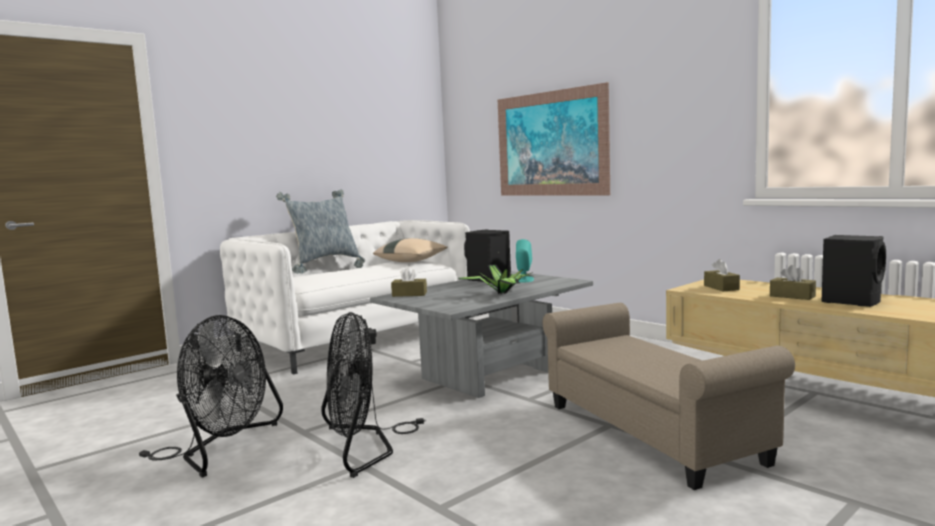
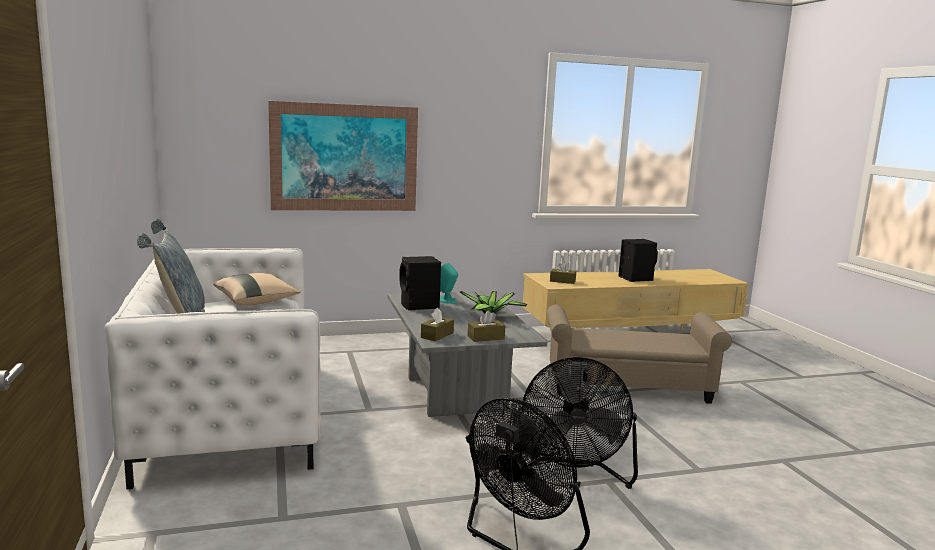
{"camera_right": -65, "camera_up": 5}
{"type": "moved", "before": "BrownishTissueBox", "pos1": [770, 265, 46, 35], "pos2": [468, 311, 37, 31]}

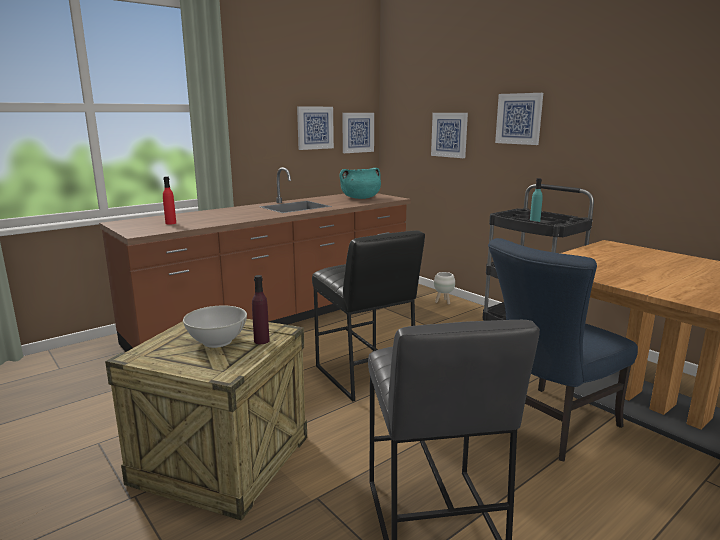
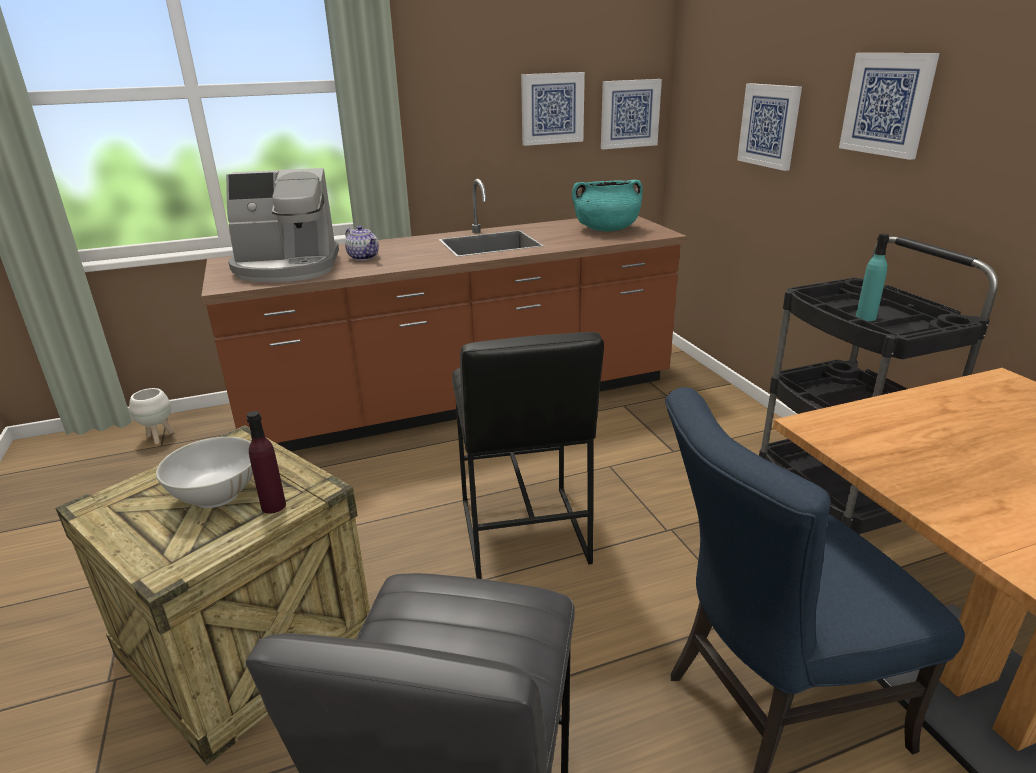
{"camera_right": 20, "camera_up": 10}
{"type": "moved", "before": "WhitePlanter", "pos1": [434, 272, 21, 32], "pos2": [129, 388, 45, 56]}
{"type": "replaced", "before": "RedDrinkBottle", "after": "CoffeeMachine", "pos1": [163, 176, 13, 49], "pos2": [226, 168, 113, 114]}
{"type": "added", "after": "PotForTea", "pos2": [345, 226, 34, 34]}

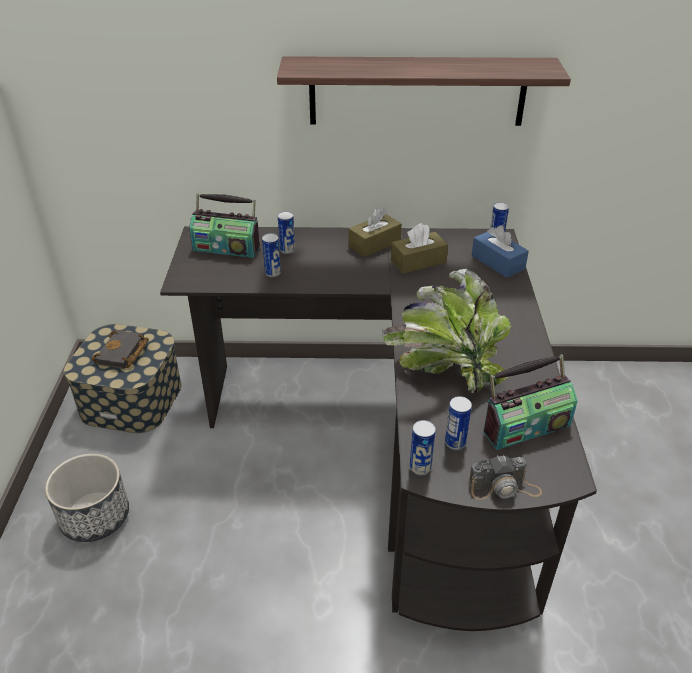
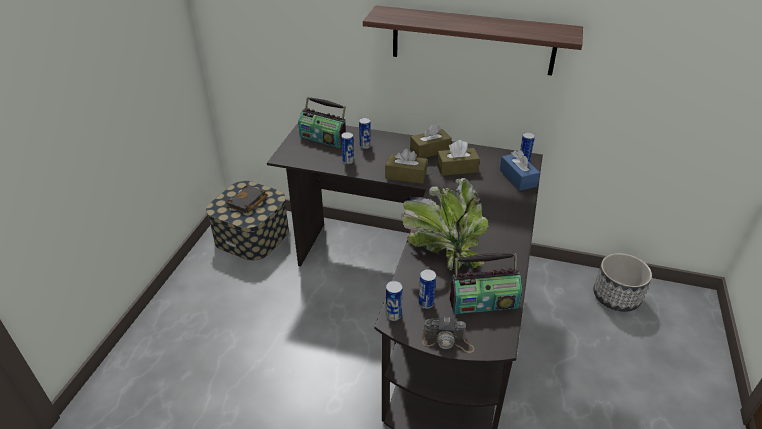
{"camera_right": 15, "camera_up": 0}
{"type": "added", "after": "BrownishTissueBox", "pos2": [385, 149, 42, 35]}
{"type": "moved", "before": "Planter", "pos1": [45, 453, 84, 89], "pos2": [593, 253, 59, 59]}

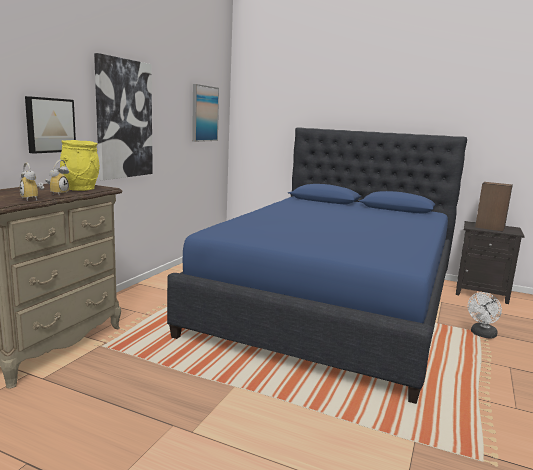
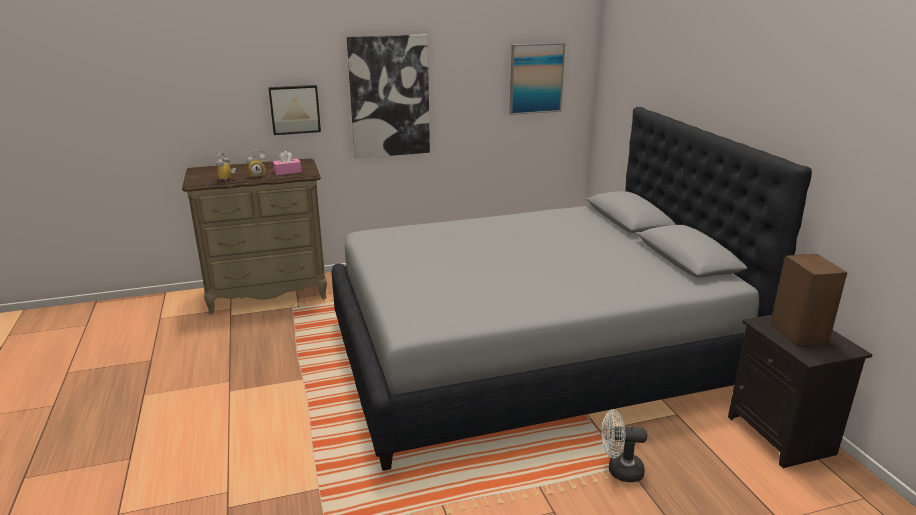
{"camera_right": 50, "camera_up": 10}
{"type": "replaced", "before": "YellowVase", "after": "PinkishTissueBox", "pos1": [60, 140, 40, 51], "pos2": [273, 151, 29, 24]}
{"type": "recoloured", "before": "BlueColouredBed", "after": "GreyishBed", "pos1": [167, 127, 300, 277], "pos2": [331, 107, 481, 364]}

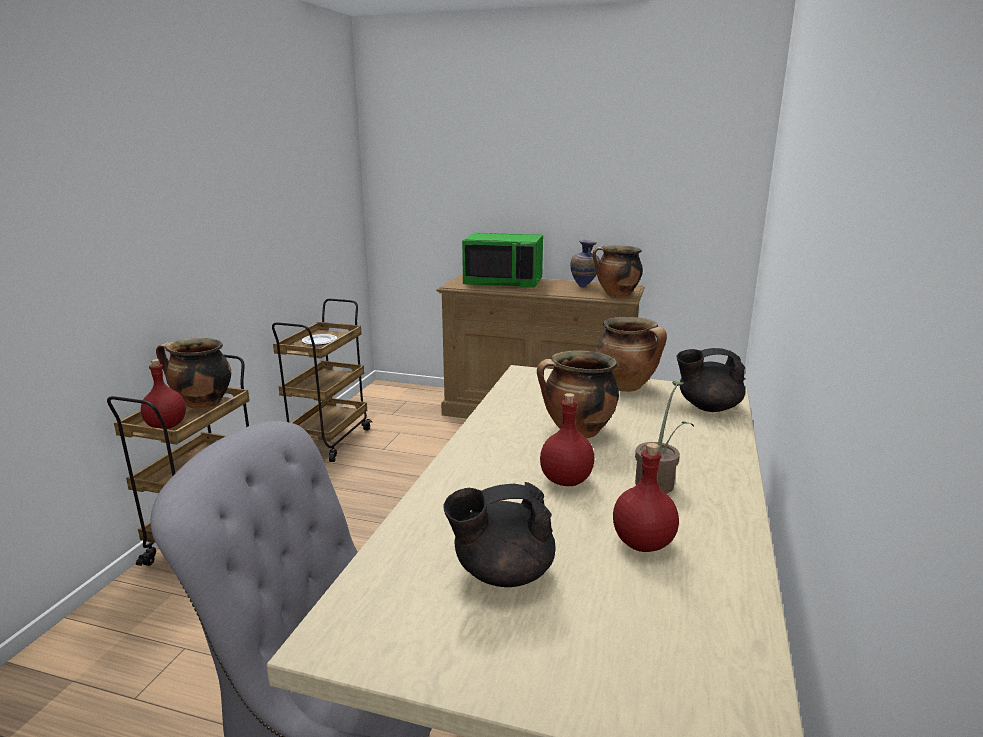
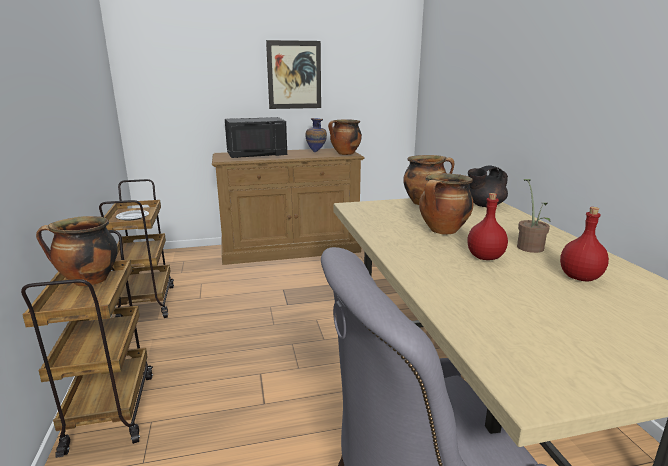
{"camera_right": -30, "camera_up": 0}
{"type": "recoloured", "before": "GreenColouredKitchenMicrowave", "after": "BlackKitchenMicrowave", "pos1": [462, 233, 81, 55], "pos2": [225, 117, 62, 41]}
{"type": "added", "after": "WallArt", "pos2": [266, 40, 55, 69]}
{"type": "removed", "before": "RedDrinkBottle", "pos1": [141, 359, 45, 70]}
{"type": "removed", "before": "BlackPotForTea", "pos1": [443, 482, 113, 105]}

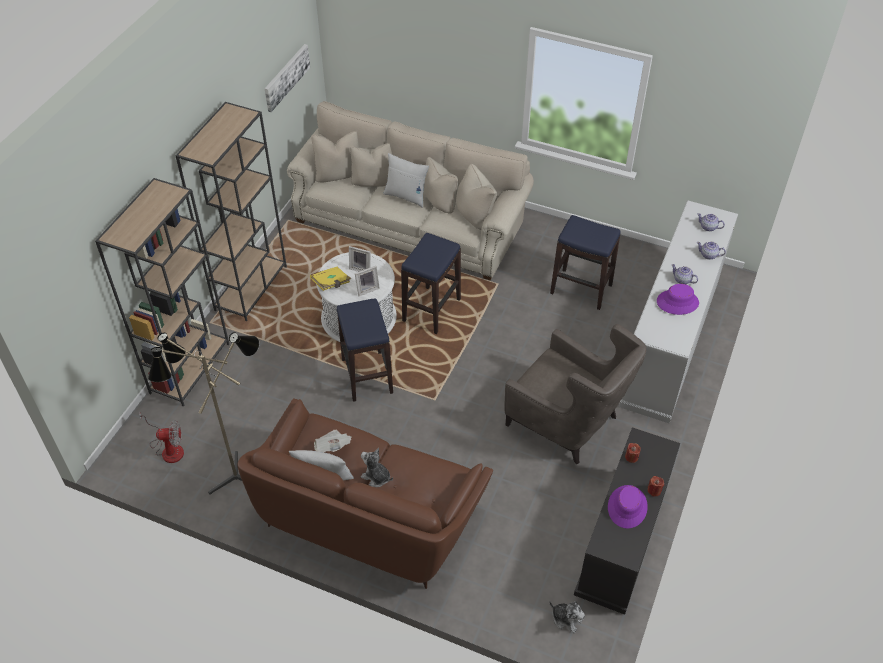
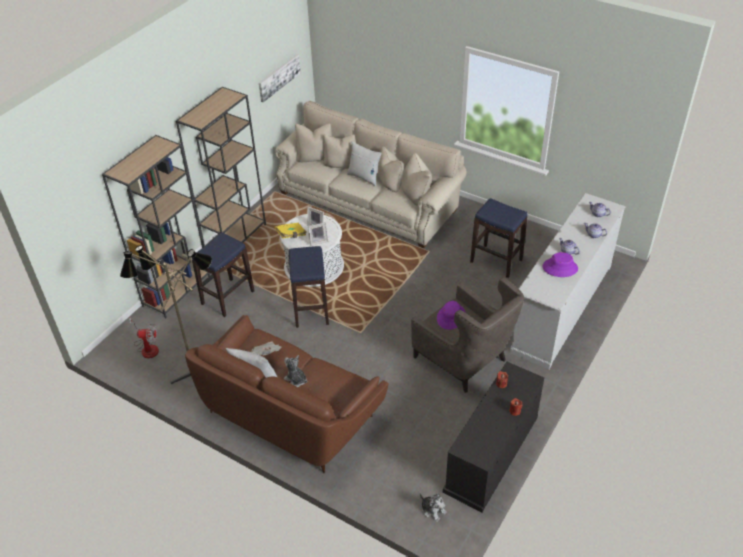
{"camera_right": 10, "camera_up": -5}
{"type": "moved", "before": "Stool", "pos1": [401, 233, 60, 101], "pos2": [192, 233, 62, 84]}
{"type": "moved", "before": "PurpleColouredWearableHat", "pos1": [608, 485, 40, 43], "pos2": [437, 301, 29, 29]}

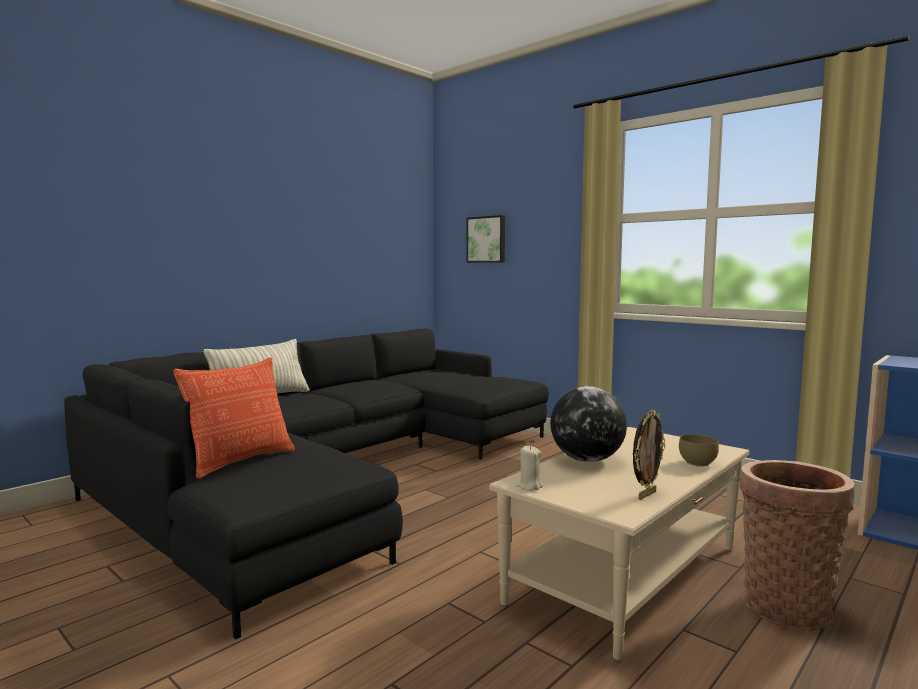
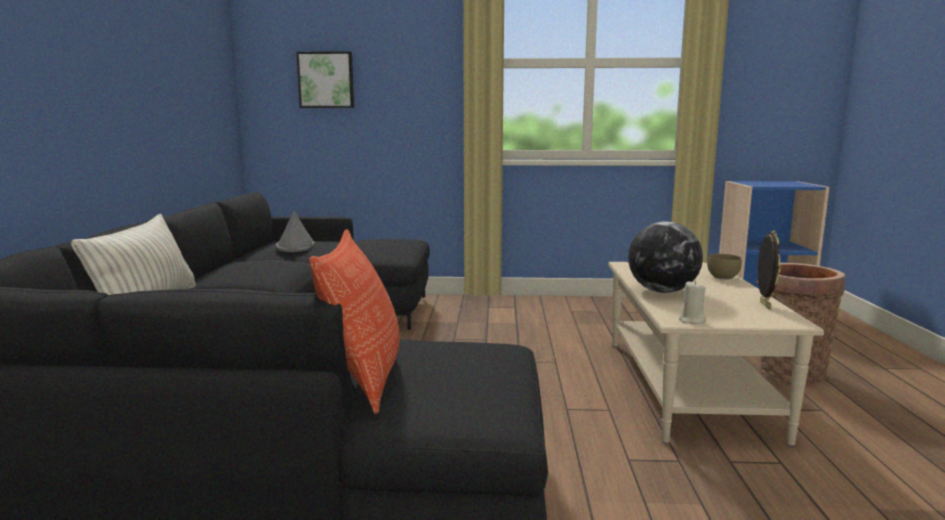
{"camera_right": -40, "camera_up": 5}
{"type": "added", "after": "GreyishWearableHat", "pos2": [276, 211, 39, 41]}

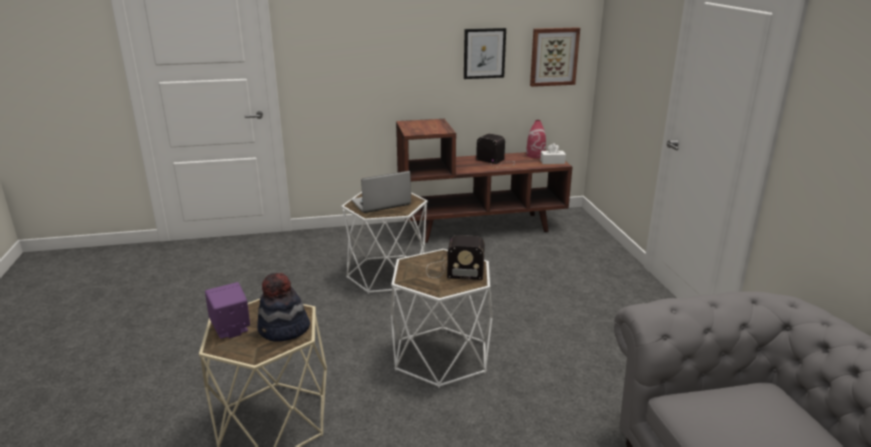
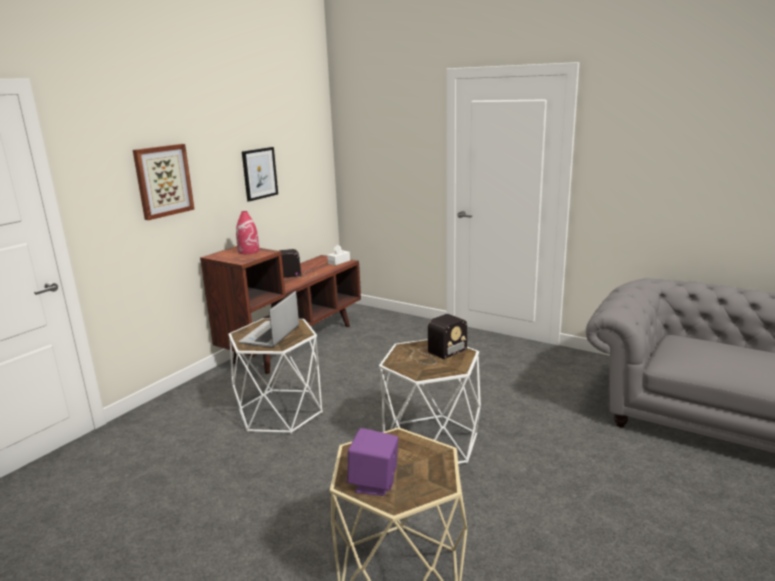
{"camera_right": -45, "camera_up": -5}
{"type": "moved", "before": "WallArt", "pos1": [530, 27, 50, 60], "pos2": [133, 144, 62, 76]}
{"type": "moved", "before": "RedVase", "pos1": [526, 120, 20, 38], "pos2": [236, 211, 24, 43]}
{"type": "removed", "before": "WearableHat", "pos1": [257, 273, 53, 69]}

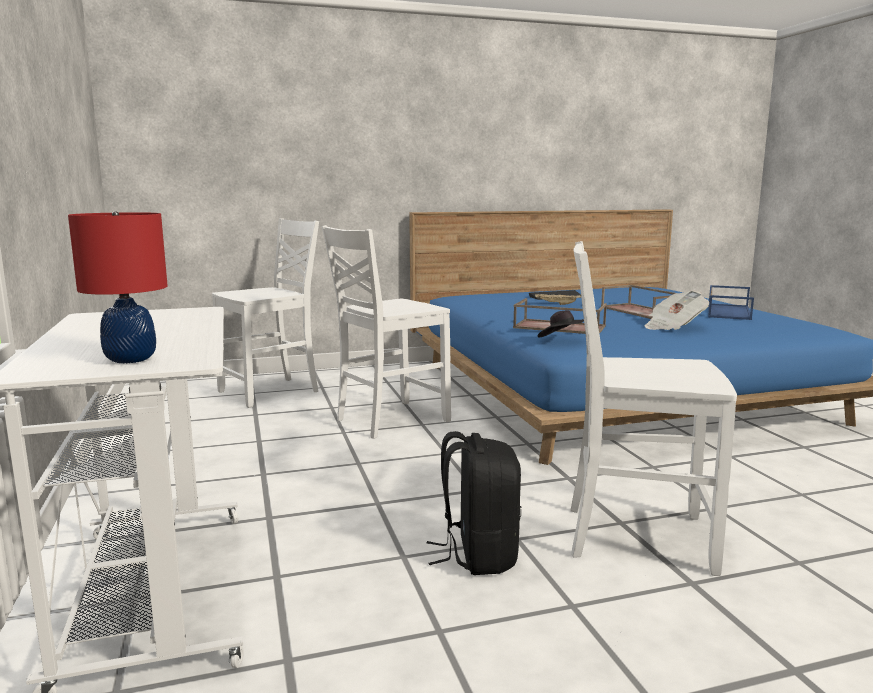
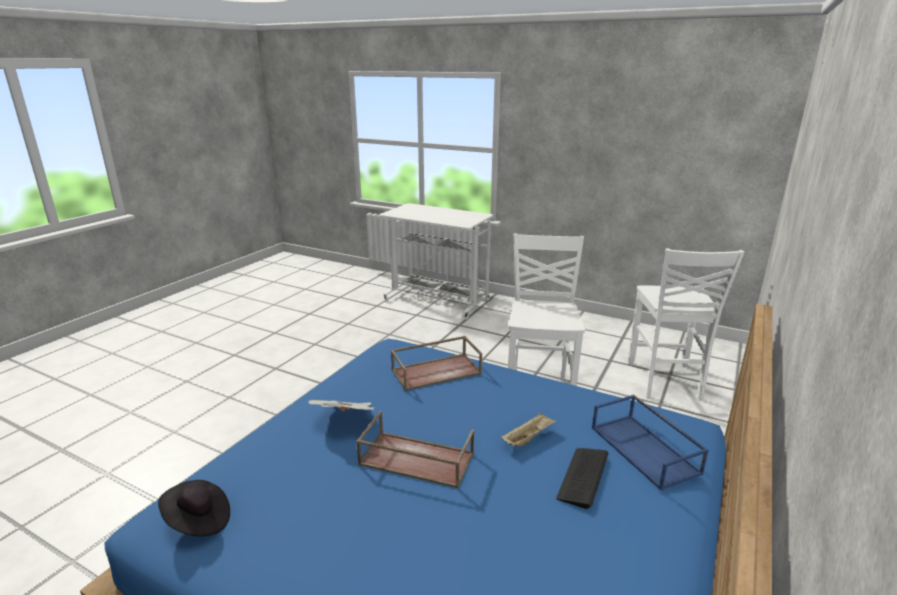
{"camera_right": 135, "camera_up": 10}
{"type": "moved", "before": "BlackWearableHat", "pos1": [538, 310, 46, 27], "pos2": [158, 480, 72, 56]}
{"type": "moved", "before": "BlueColouredCarryingTray", "pos1": [708, 285, 46, 35], "pos2": [592, 394, 117, 96]}
{"type": "removed", "before": "RedTabletopLamp", "pos1": [68, 211, 100, 152]}
{"type": "removed", "before": "BlackBackpack", "pos1": [426, 431, 95, 144]}
{"type": "removed", "before": "WhiteChair", "pos1": [570, 241, 167, 335]}

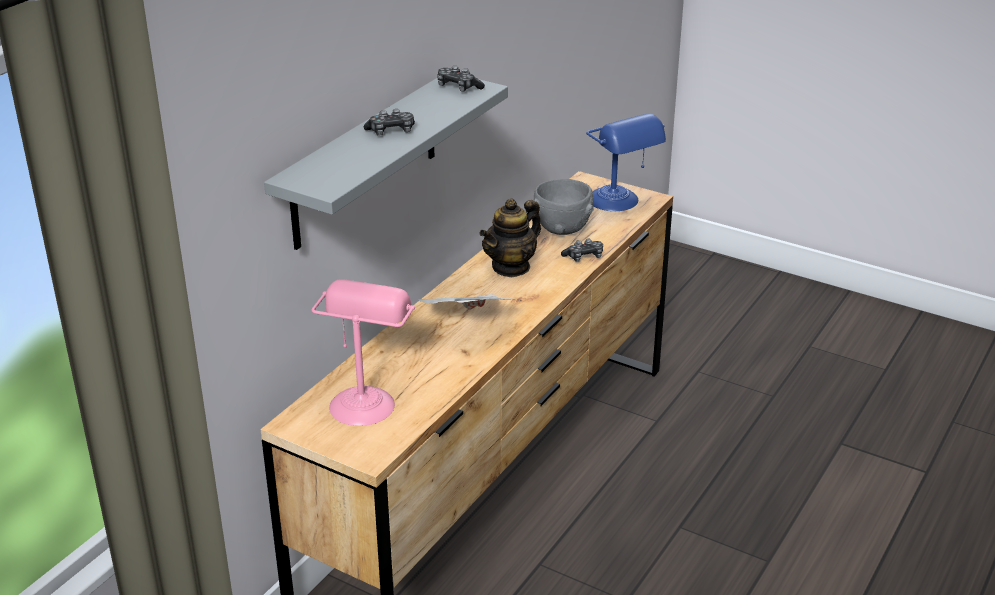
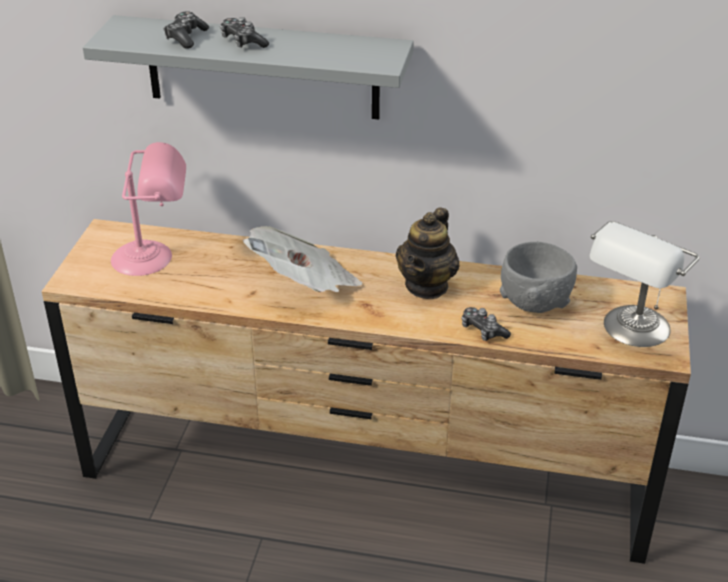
{"camera_right": 70, "camera_up": 5}
{"type": "moved", "before": "GameController", "pos1": [437, 66, 48, 26], "pos2": [163, 12, 46, 37]}
{"type": "turned", "before": "PotForTea", "pos1": [479, 198, 62, 79], "pos2": [396, 207, 64, 92], "turn": -90}
{"type": "recoloured", "before": "BlueColouredTabletopLamp", "after": "WhiteTabletopLamp", "pos1": [586, 113, 80, 98], "pos2": [590, 221, 110, 126]}

